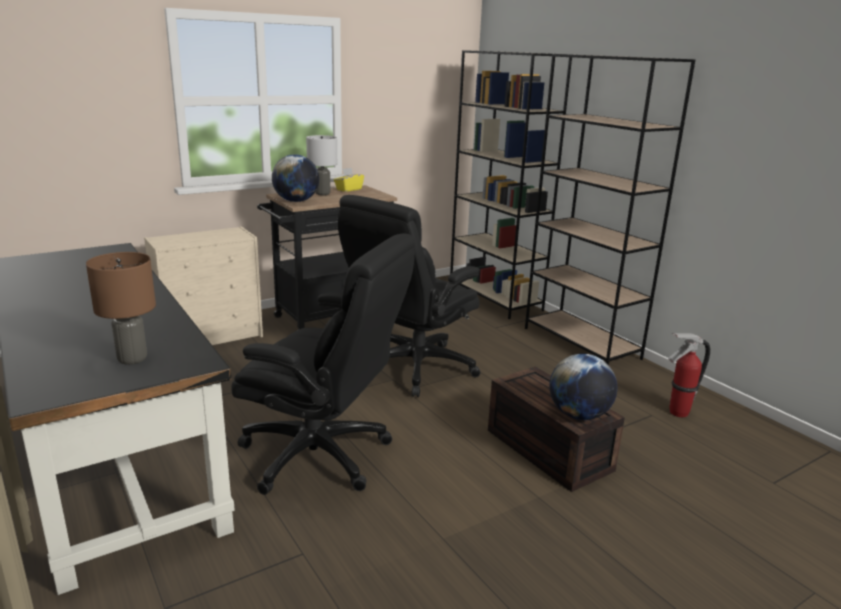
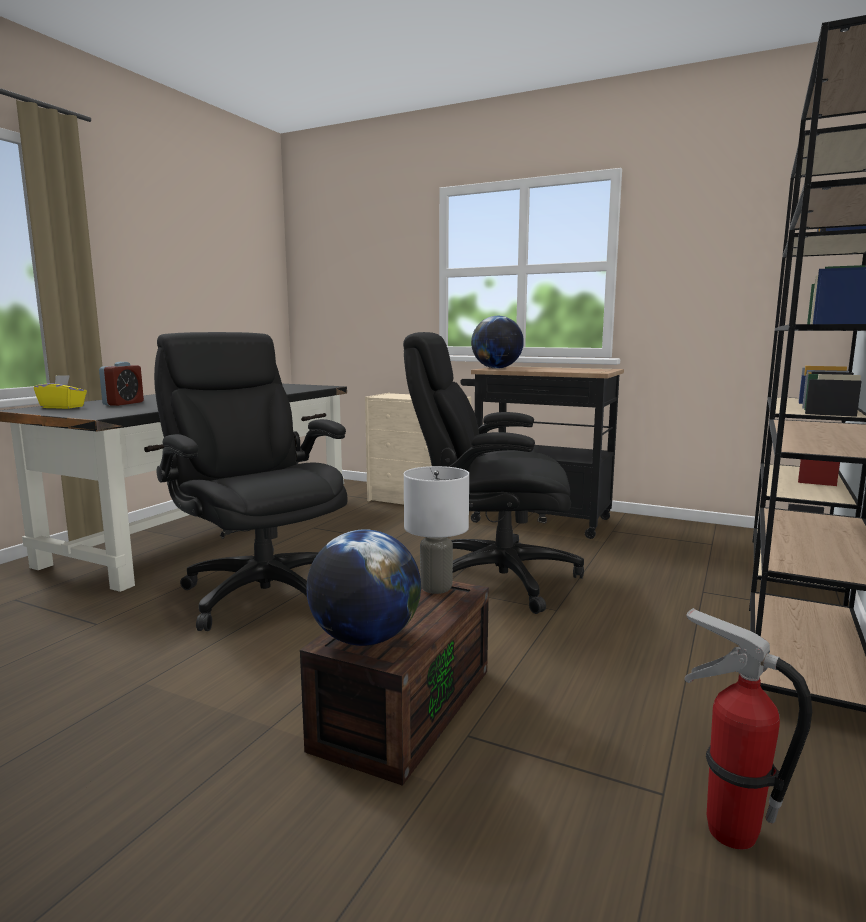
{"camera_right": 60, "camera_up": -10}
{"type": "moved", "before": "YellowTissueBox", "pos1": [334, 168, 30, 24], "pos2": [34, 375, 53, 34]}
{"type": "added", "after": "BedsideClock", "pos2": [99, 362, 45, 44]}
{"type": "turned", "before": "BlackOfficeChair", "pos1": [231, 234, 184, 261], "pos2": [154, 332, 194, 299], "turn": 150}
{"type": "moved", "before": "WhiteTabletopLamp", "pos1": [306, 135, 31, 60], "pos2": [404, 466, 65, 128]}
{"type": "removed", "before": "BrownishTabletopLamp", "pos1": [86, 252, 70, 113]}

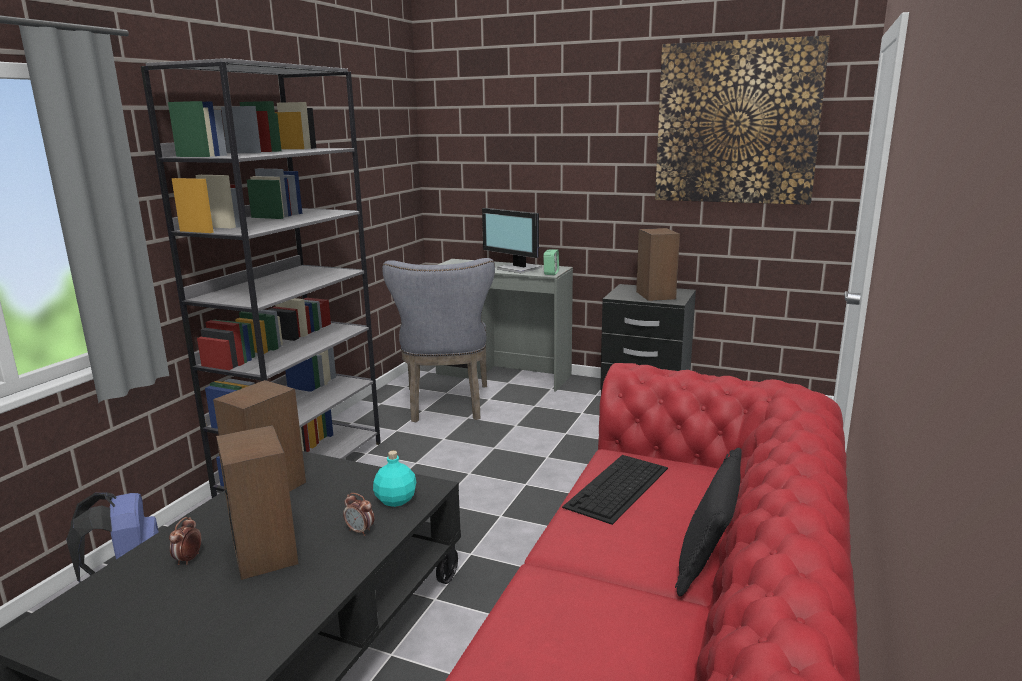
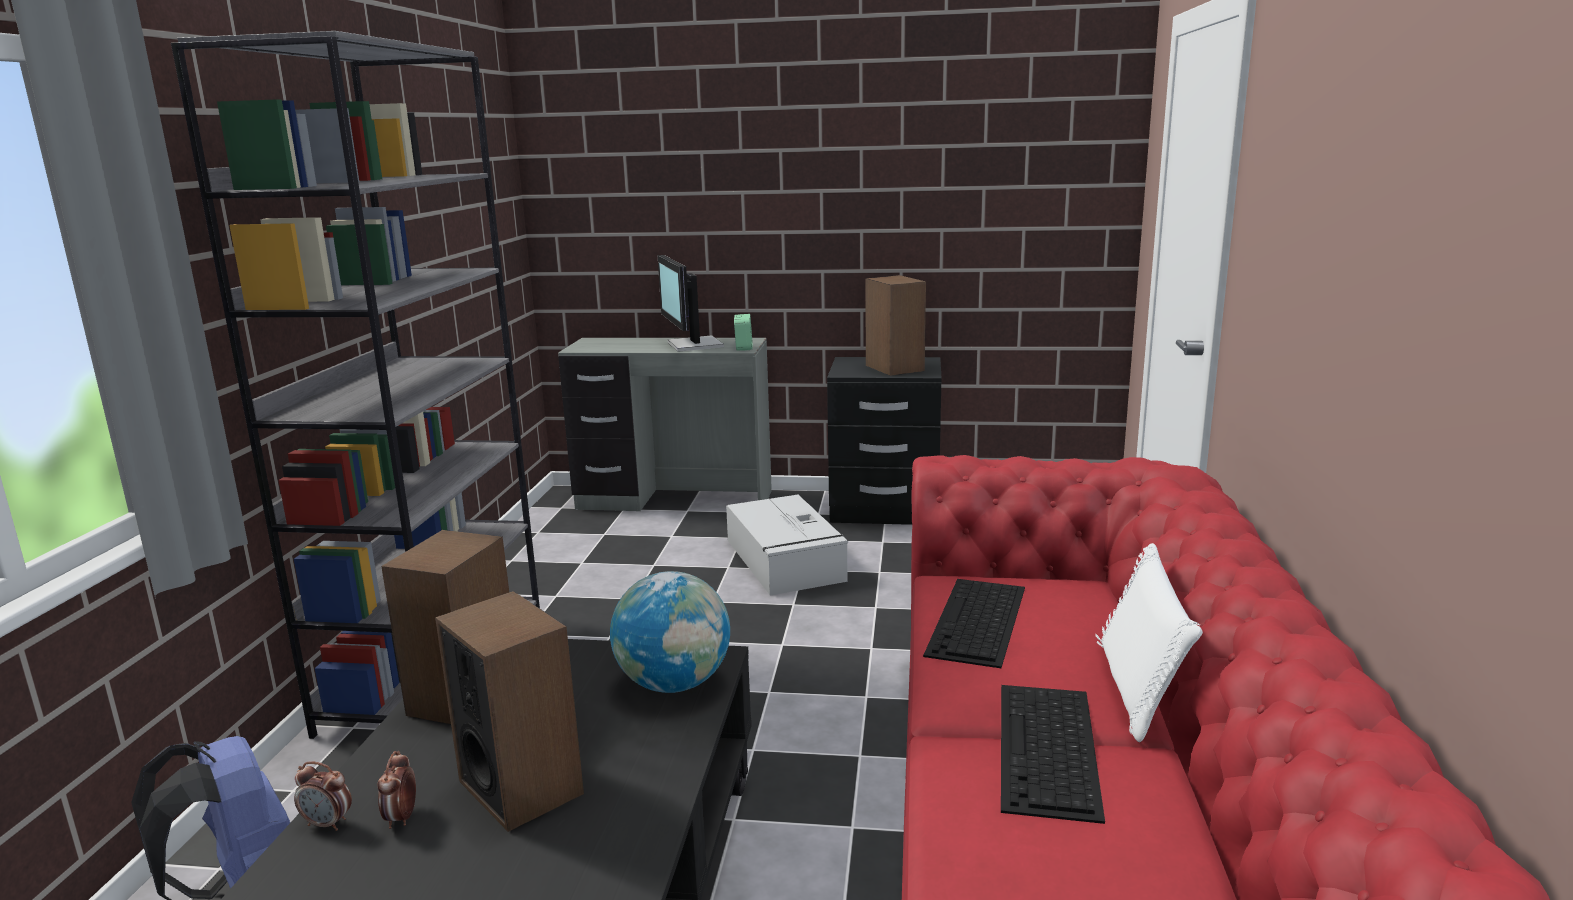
{"camera_right": -15, "camera_up": 0}
{"type": "moved", "before": "BedsideClock", "pos1": [343, 493, 31, 43], "pos2": [294, 761, 58, 70]}
{"type": "replaced", "before": "TurquoiseDrinkBottle", "after": "Globe", "pos1": [373, 451, 43, 56], "pos2": [610, 571, 120, 122]}
{"type": "turned", "before": "Monitor", "pos1": [482, 208, 60, 65], "pos2": [657, 255, 67, 97], "turn": 45}
{"type": "added", "after": "GreyishStorageContainer", "pos2": [726, 495, 122, 100]}
{"type": "added", "after": "PcKeyboard", "pos2": [1001, 685, 104, 139]}
{"type": "recoloured", "before": "BlackCushion", "after": "WhiteCushion", "pos1": [675, 448, 67, 149], "pos2": [1095, 543, 108, 199]}
{"type": "removed", "before": "GreyishChair", "pos1": [382, 258, 113, 164]}
{"type": "removed", "before": "WallArt", "pos1": [655, 35, 175, 170]}

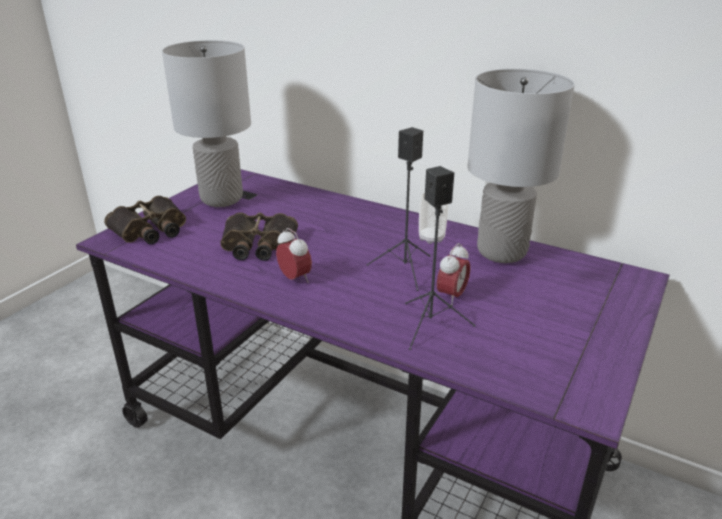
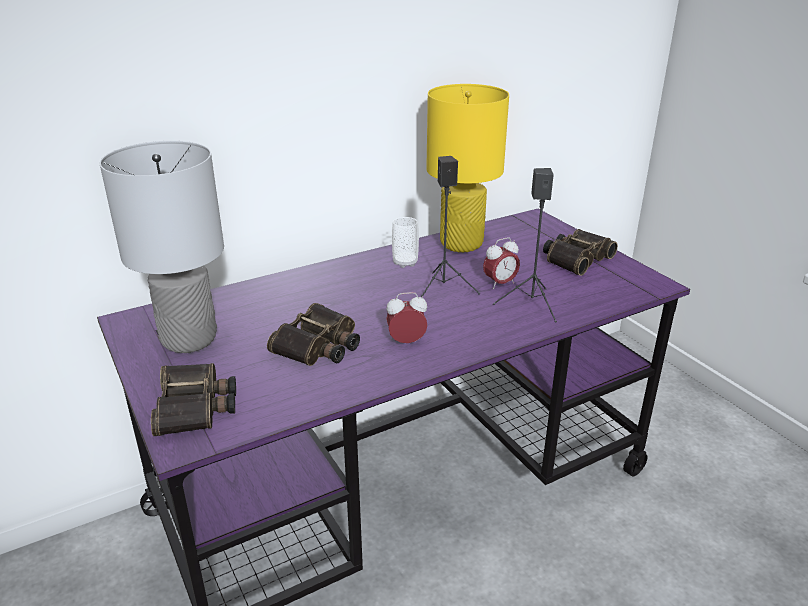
{"camera_right": -60, "camera_up": 0}
{"type": "recoloured", "before": "GreyishTabletopLamp", "after": "YellowTabletopLamp", "pos1": [468, 69, 107, 194], "pos2": [426, 84, 83, 169]}
{"type": "turned", "before": "BedsideClock", "pos1": [437, 243, 33, 62], "pos2": [483, 237, 37, 52], "turn": 90}
{"type": "added", "after": "FieldGlasses", "pos2": [543, 229, 75, 47]}

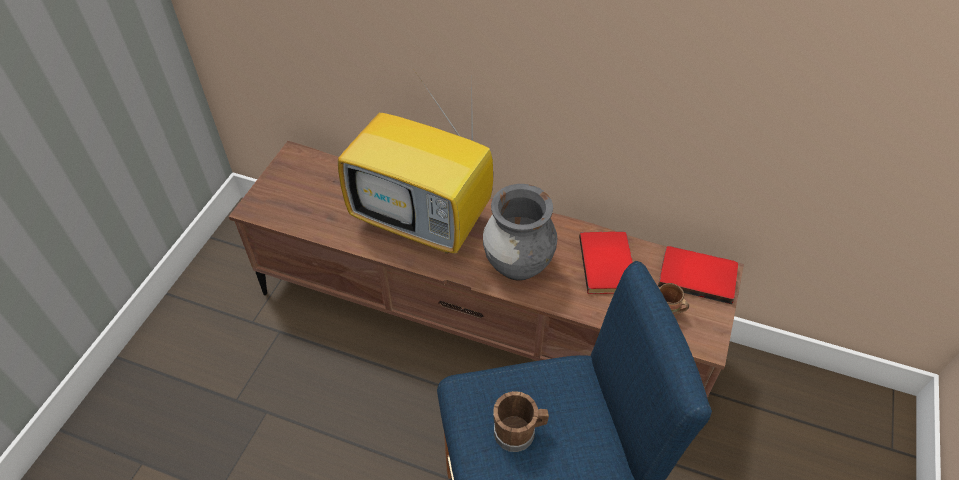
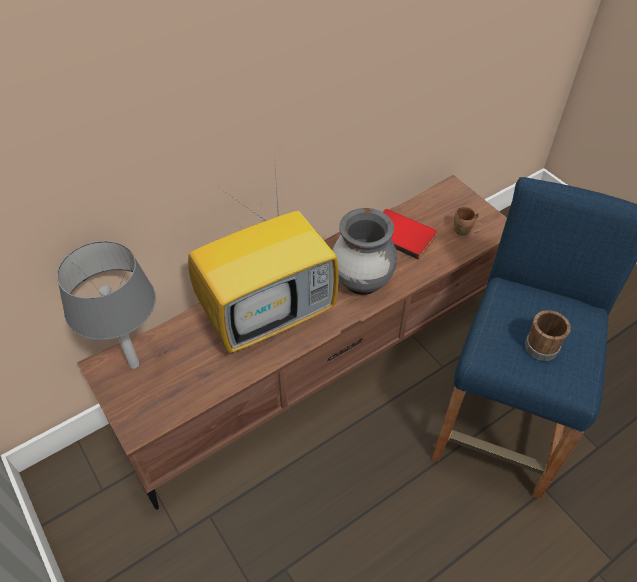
{"camera_right": -55, "camera_up": 0}
{"type": "added", "after": "GreyishTabletopLamp", "pos2": [57, 241, 99, 128]}
{"type": "removed", "before": "RedBoundBook", "pos1": [658, 246, 80, 58]}

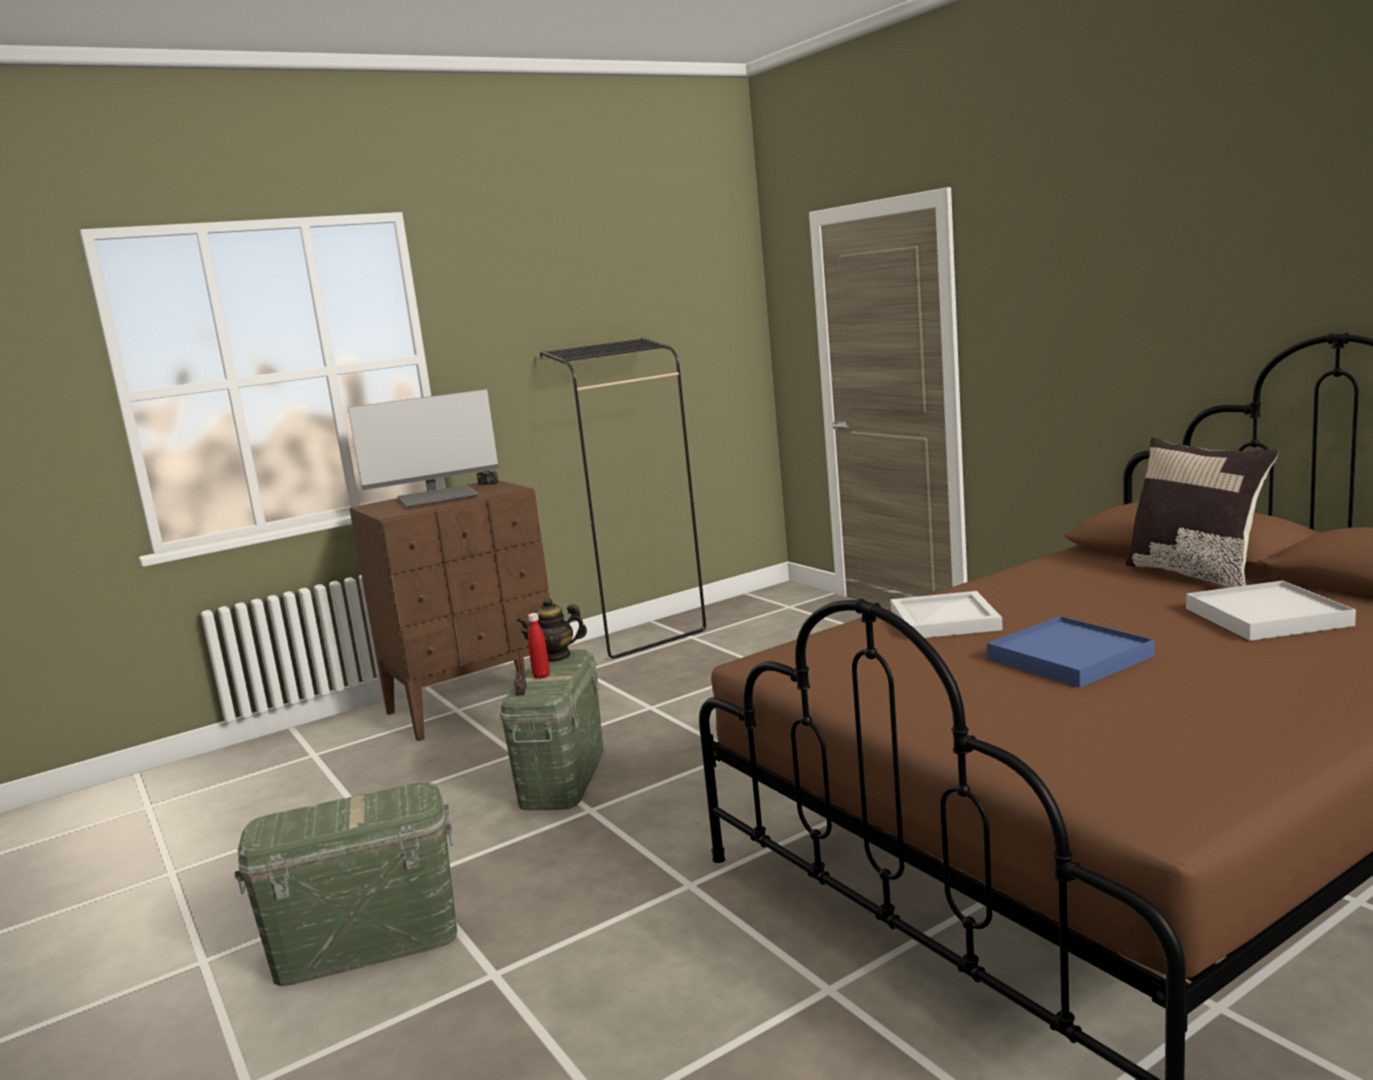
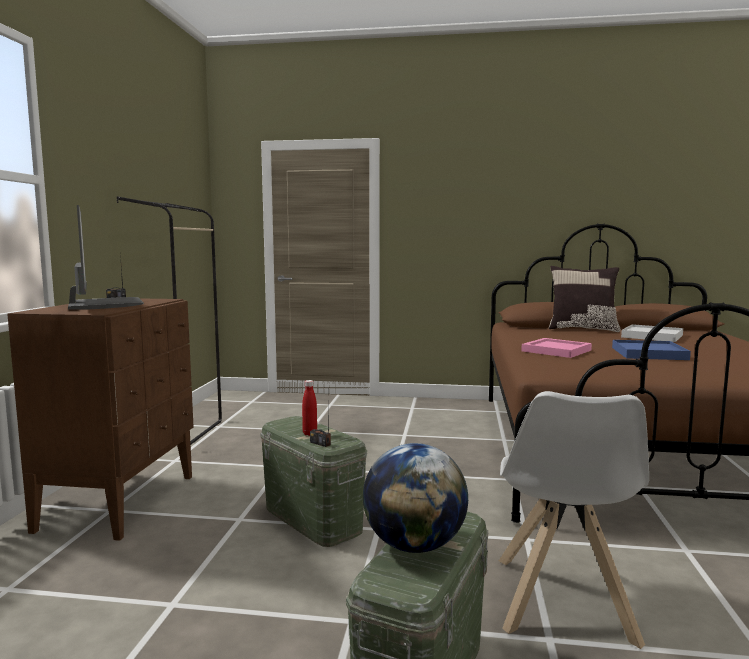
{"camera_right": -50, "camera_up": -5}
{"type": "turned", "before": "Monitor", "pos1": [348, 389, 151, 118], "pos2": [68, 205, 76, 105], "turn": -45}
{"type": "added", "after": "Globe", "pos2": [363, 443, 105, 110]}
{"type": "added", "after": "Chair", "pos2": [499, 391, 150, 258]}
{"type": "recoloured", "before": "WhiteCarryingTray", "after": "PinkishCarryingTray", "pos1": [890, 591, 113, 47], "pos2": [521, 338, 71, 20]}
{"type": "removed", "before": "PotForTea", "pos1": [516, 597, 71, 65]}

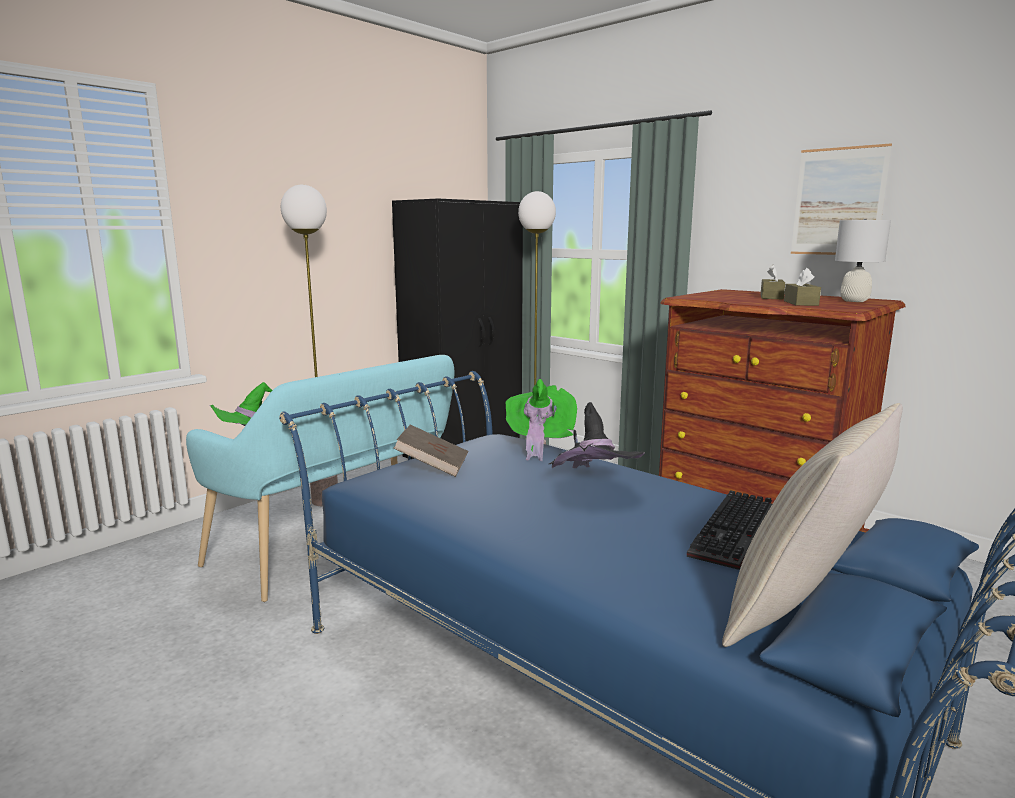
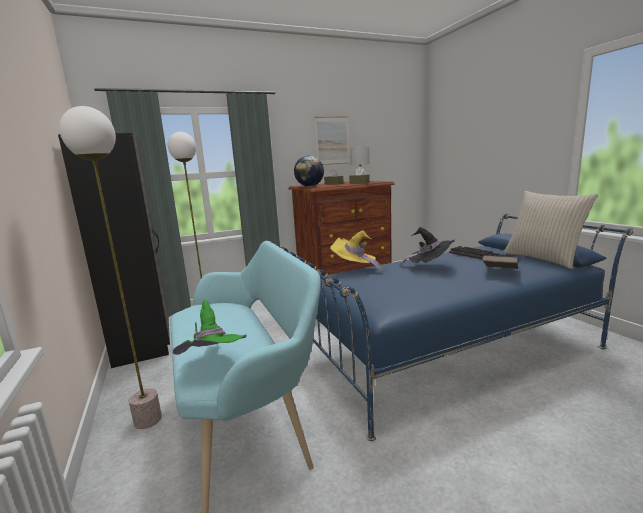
{"camera_right": -65, "camera_up": 0}
{"type": "added", "after": "Globe", "pos2": [294, 156, 30, 31]}
{"type": "recoloured", "before": "GreenColouredWearableHat", "after": "YellowWearableHat", "pos1": [506, 379, 71, 82], "pos2": [330, 230, 54, 41]}
{"type": "moved", "before": "BrownishBoundBook", "pos1": [393, 425, 75, 52], "pos2": [482, 255, 37, 14]}

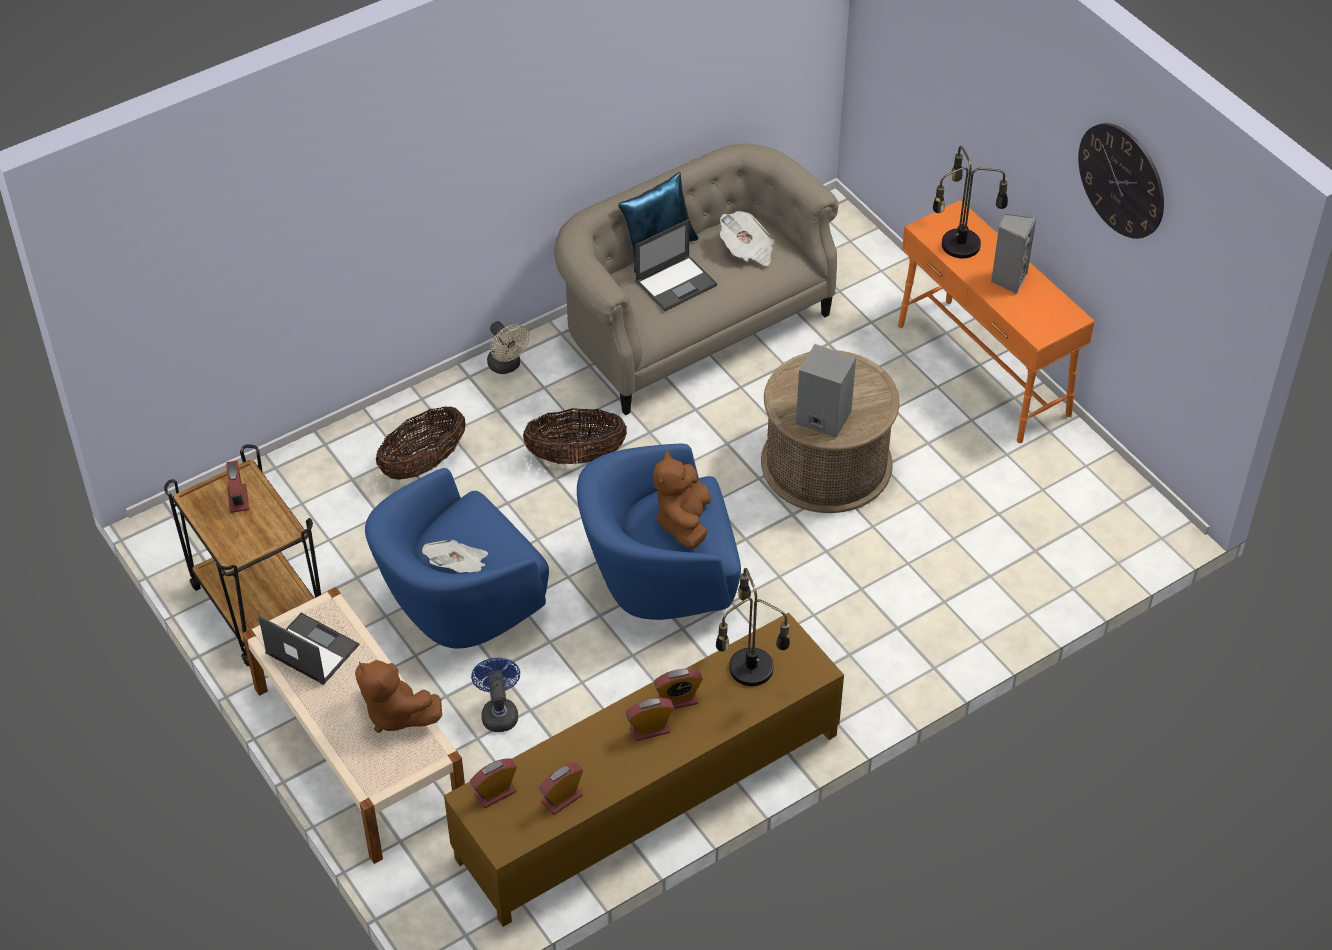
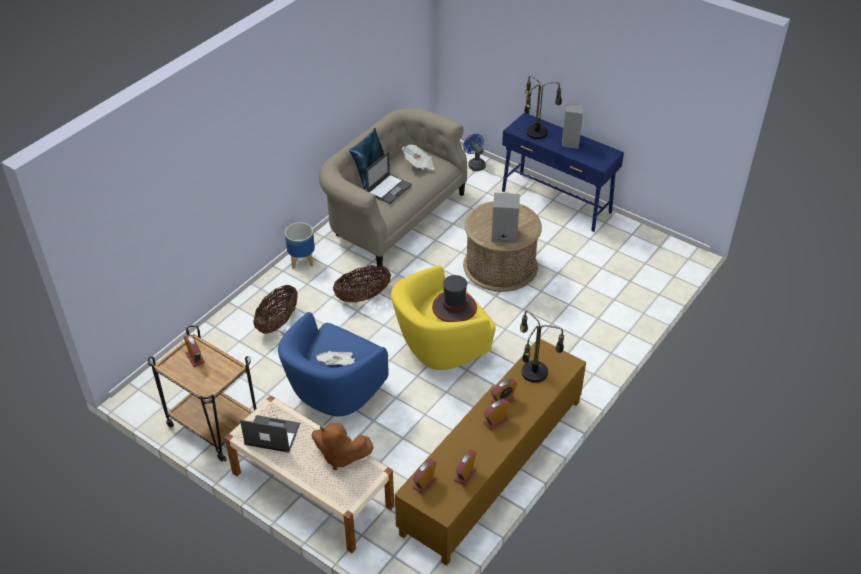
{"camera_right": -20, "camera_up": -5}
{"type": "replaced", "before": "BeigeColouredFan", "after": "Planter", "pos1": [487, 321, 42, 53], "pos2": [285, 222, 30, 47]}
{"type": "recoloured", "before": "BlueColouredArmchair", "after": "YellowArmchair", "pos1": [577, 444, 164, 176], "pos2": [391, 266, 105, 104]}
{"type": "replaced", "before": "BrownishPlushToy", "after": "WearableHat", "pos1": [653, 451, 58, 98], "pos2": [432, 275, 45, 47]}
{"type": "moved", "before": "BlueColouredFan", "pos1": [471, 658, 49, 74], "pos2": [463, 134, 23, 37]}
{"type": "recoloured", "before": "OrangeConsoleTable", "after": "BlueColouredConsoleTable", "pos1": [898, 200, 196, 243], "pos2": [502, 113, 122, 119]}
{"type": "removed", "before": "ClockOnTheWall", "pos1": [1078, 123, 86, 116]}

